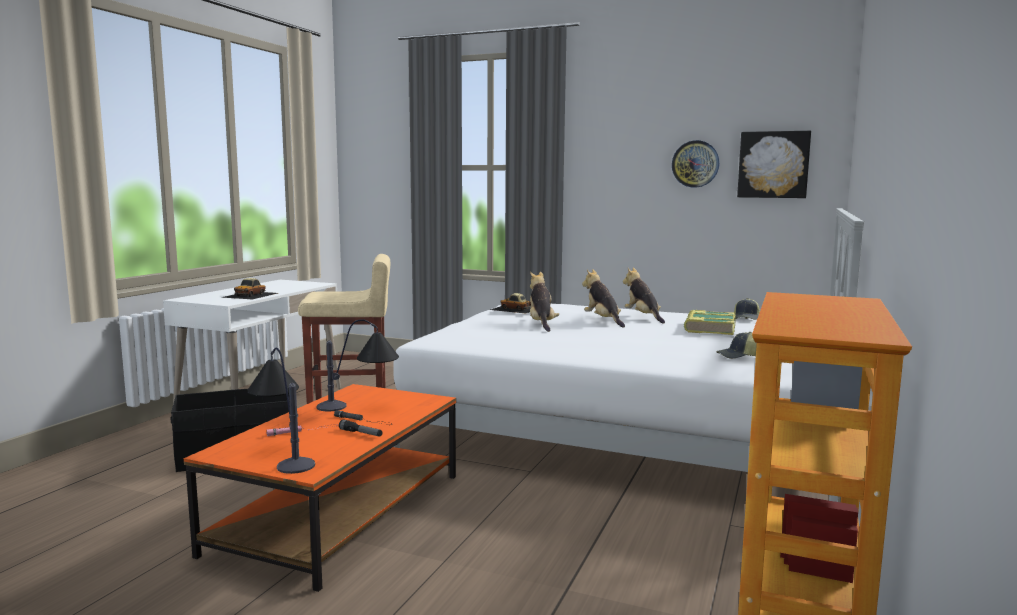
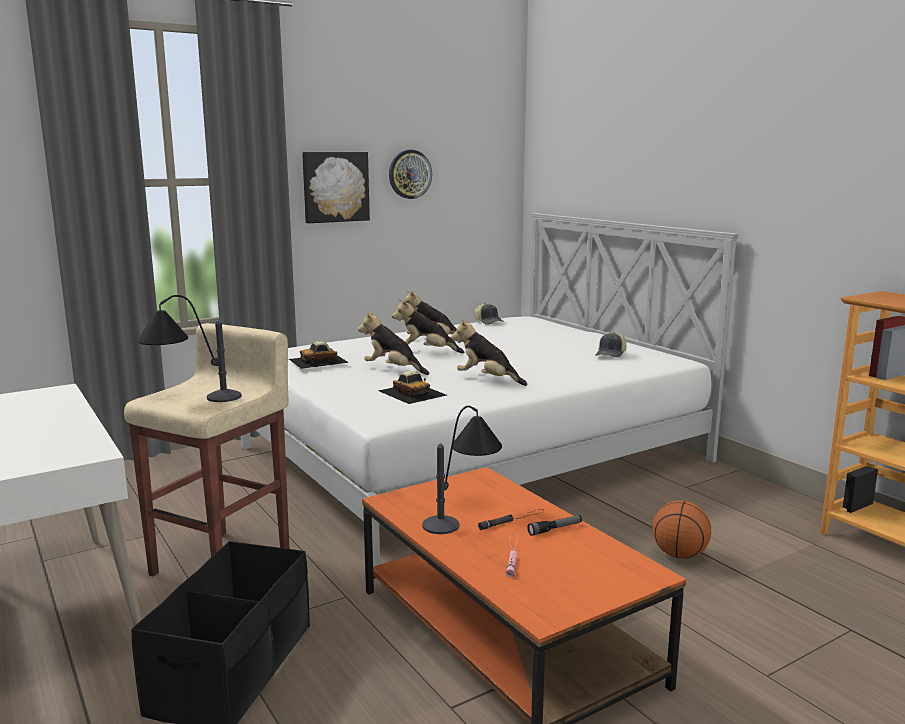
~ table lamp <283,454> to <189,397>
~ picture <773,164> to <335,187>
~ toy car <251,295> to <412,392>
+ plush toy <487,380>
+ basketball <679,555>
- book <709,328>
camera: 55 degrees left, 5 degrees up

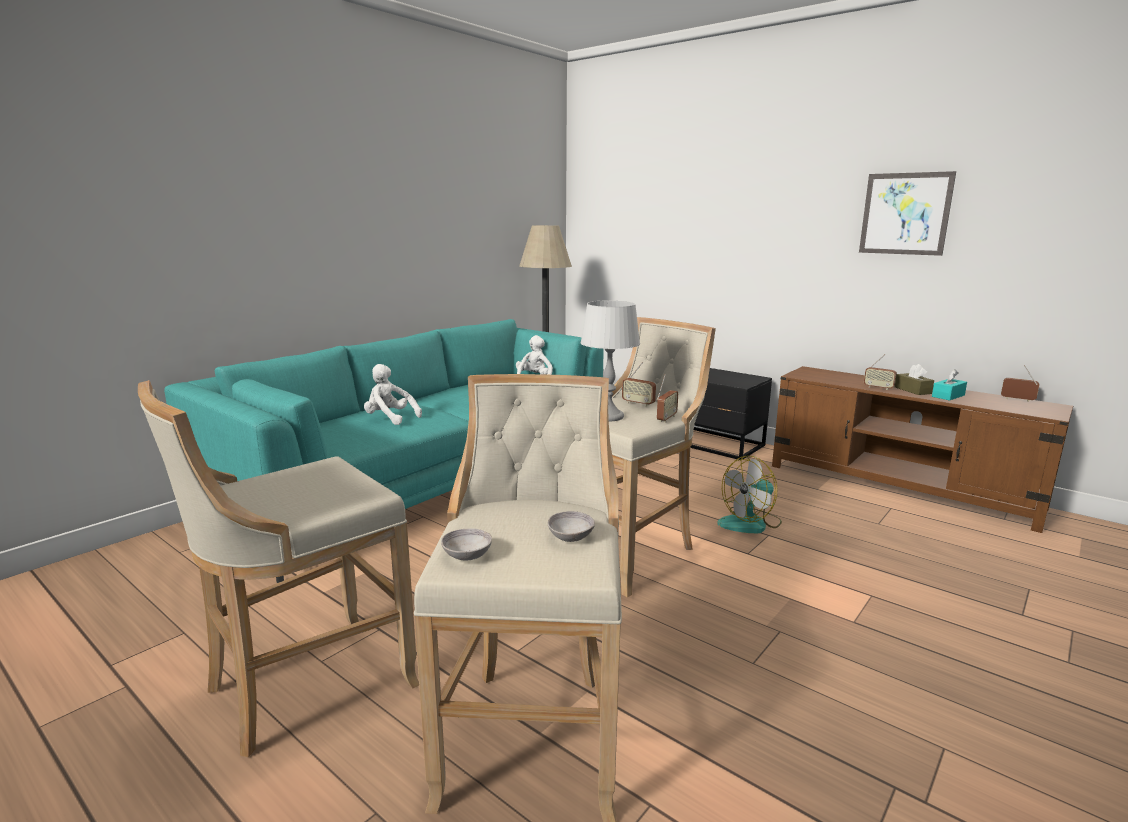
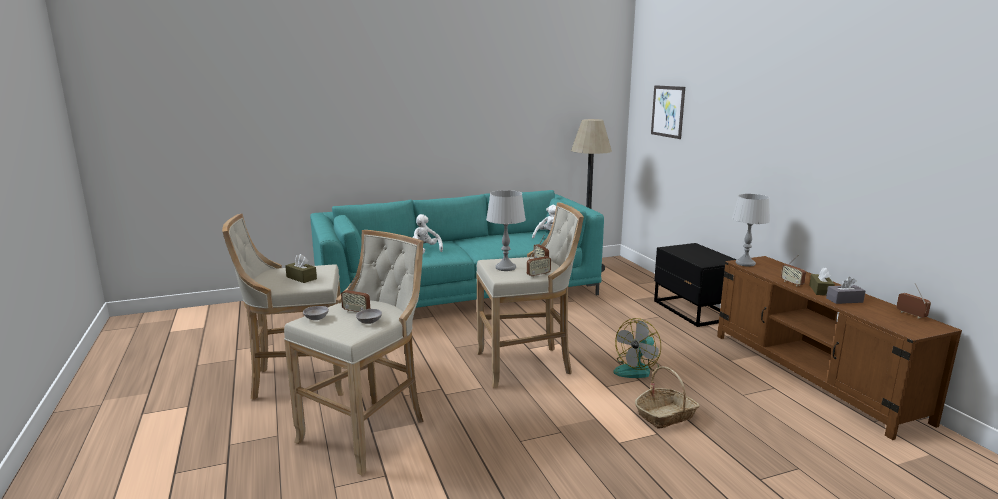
+ tissue box/brown <301,278>
+ radio <356,312>
~ fan <750,523> = <637,369> 45 degrees counterclockwise
+ basket <666,415>
~ picture <905,214> to <667,111>
+ table lamp/grey <745,263>
~ tissue box/turquoise <948,396> to tissue box/grey <844,300>
camera: 30 degrees right, 0 degrees up

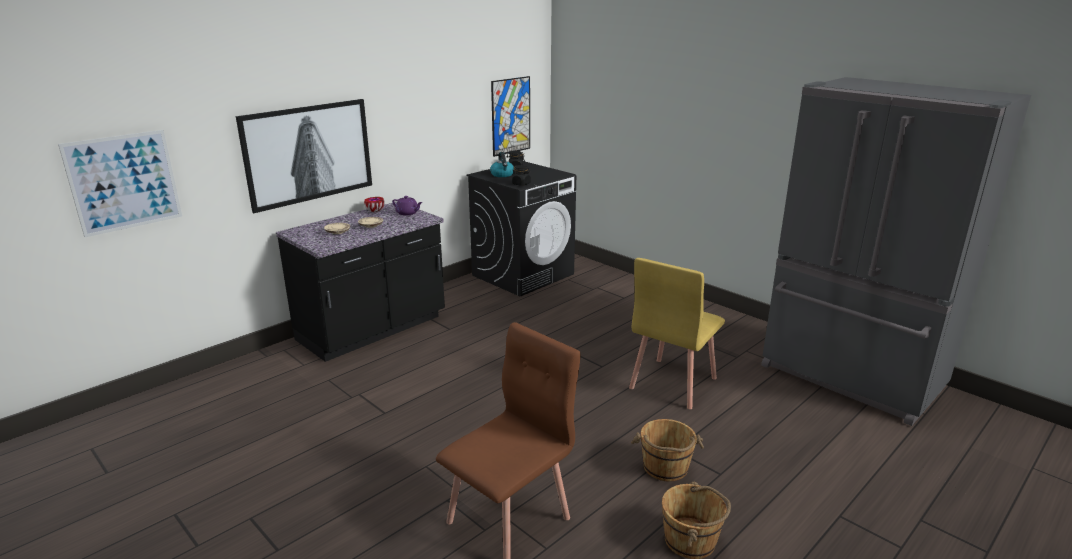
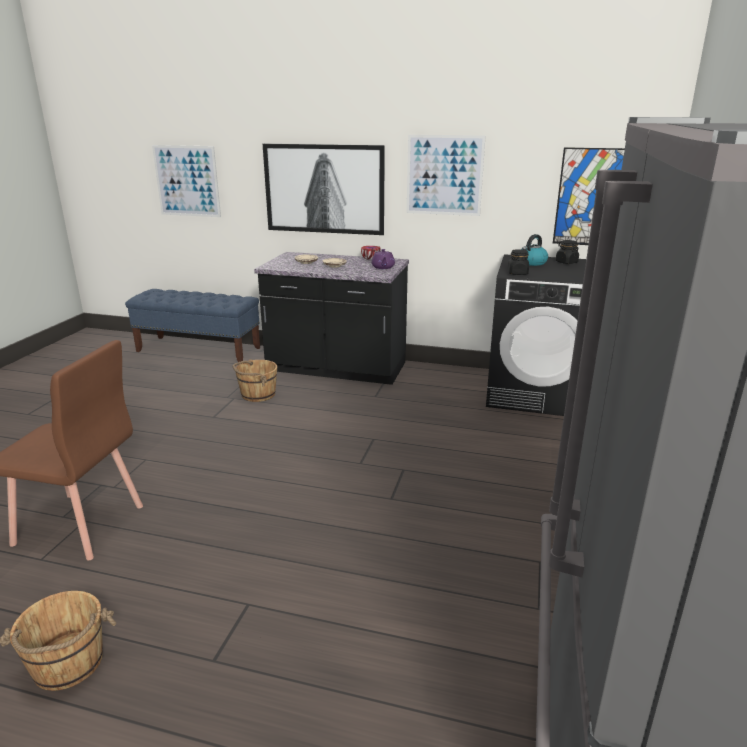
+ bench/blue <199,349>
~ bucket/brown <665,467> to <257,394>
+ picture <444,175>
- chair/yellow <672,383>
camera: 60 degrees right, 0 degrees up

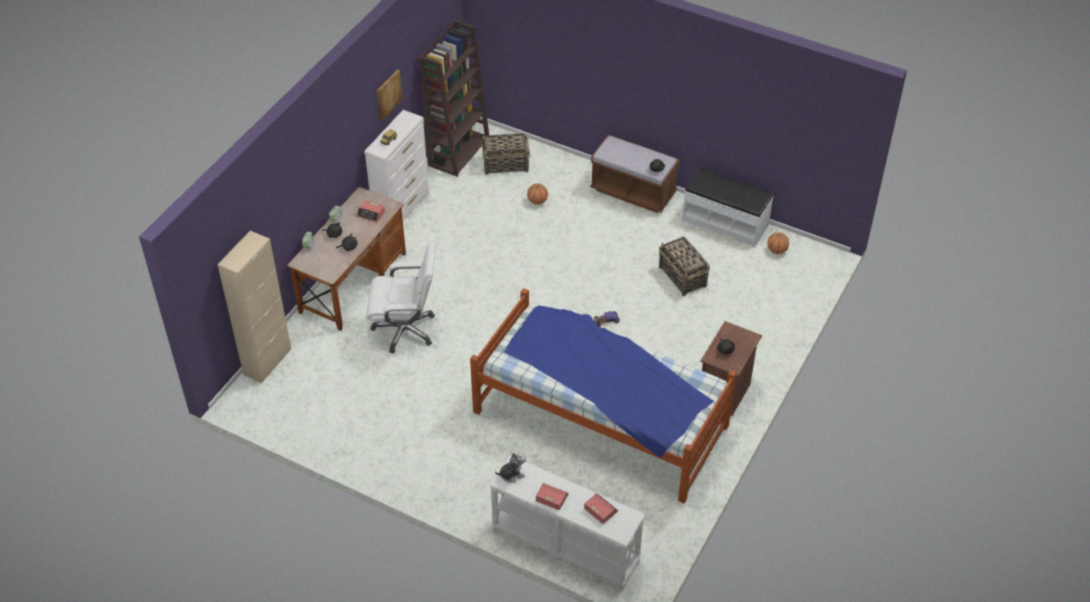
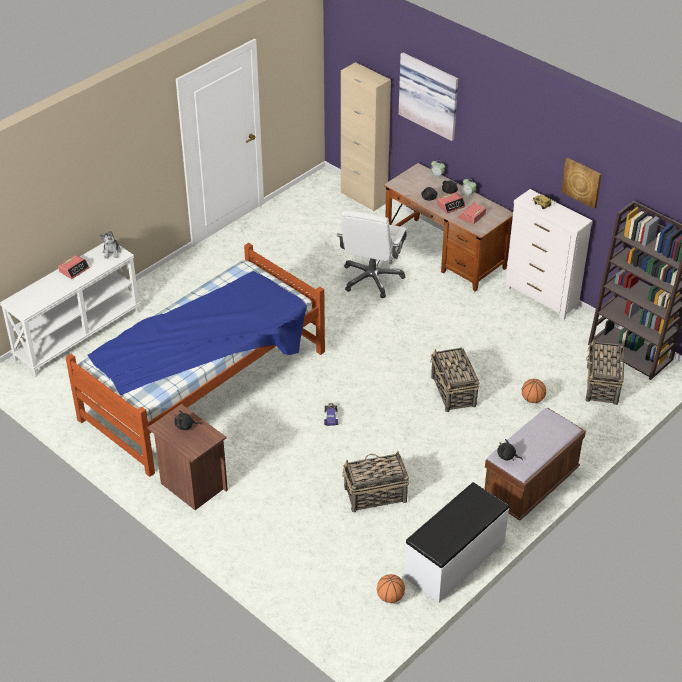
+ picture <430,95>
+ basket <453,392>
~ alarm clock <600,510> to <451,205>
camera: 105 degrees right, 5 degrees down

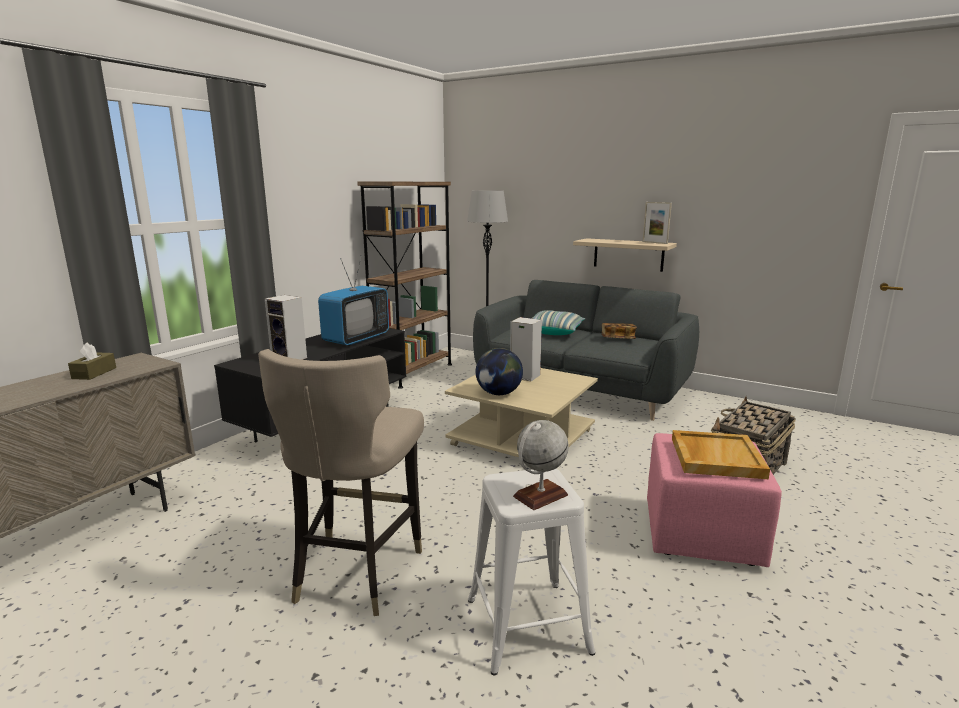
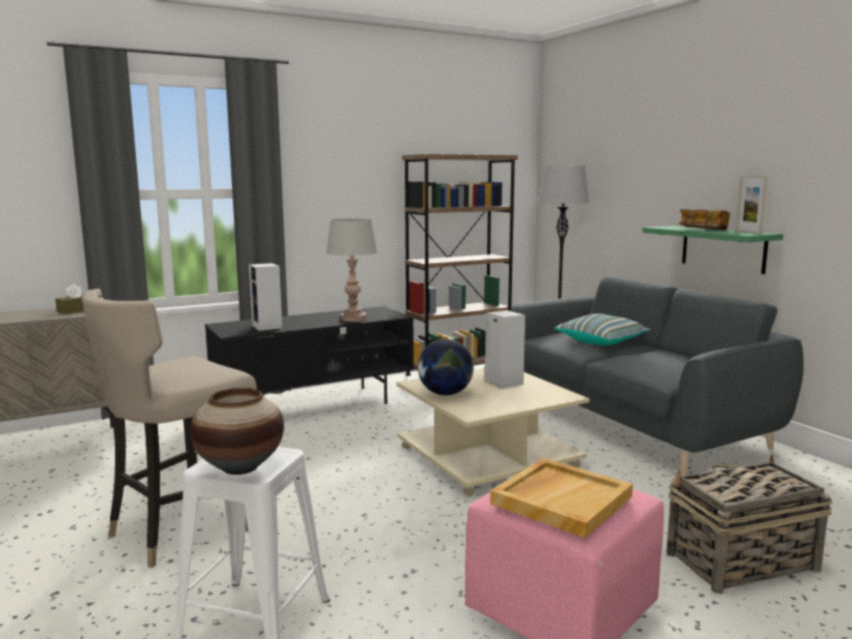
~ globe <540,496> to vase <240,467>
~ television <356,339> to table lamp/grey <353,319>
~ shelf/beige <628,254> to shelf/green <723,248>
~ book <617,339> to <703,230>
camera: 30 degrees right, 5 degrees down

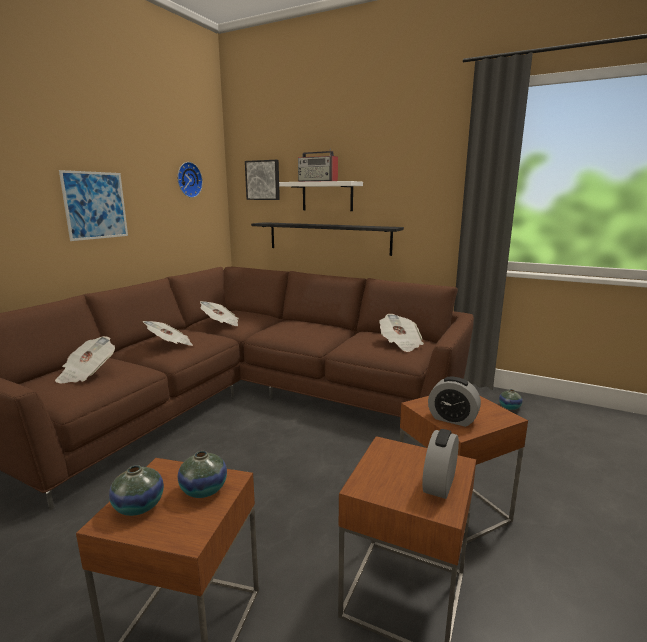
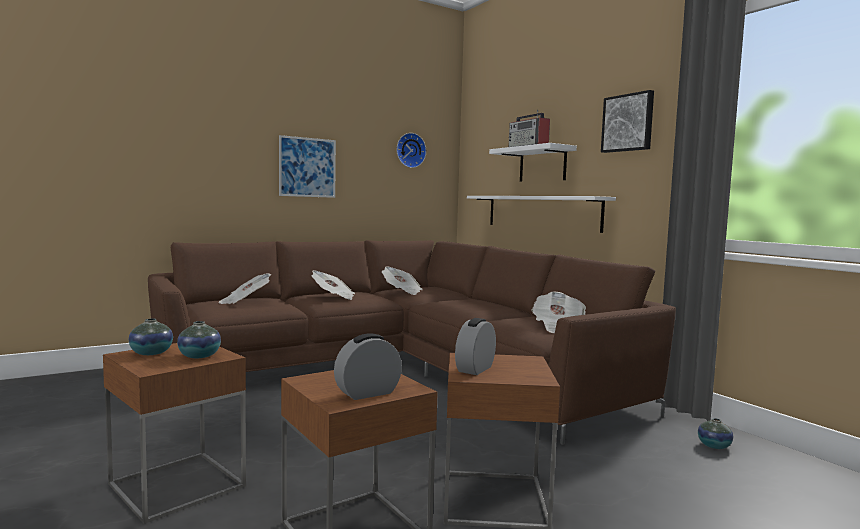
~ alarm clock <452,419> = <475,369> 60 degrees clockwise
~ shelf/black <328,238> to shelf/white <541,212>
~ picture <263,180> to <628,123>
camera: 30 degrees right, 10 degrees down

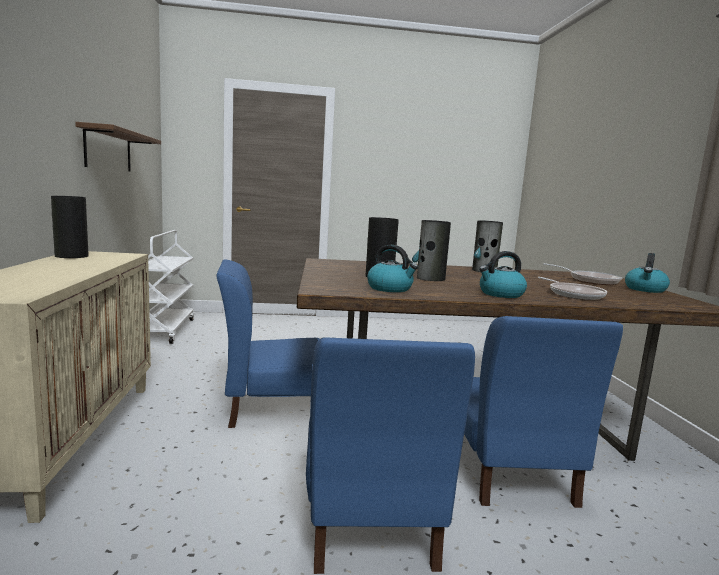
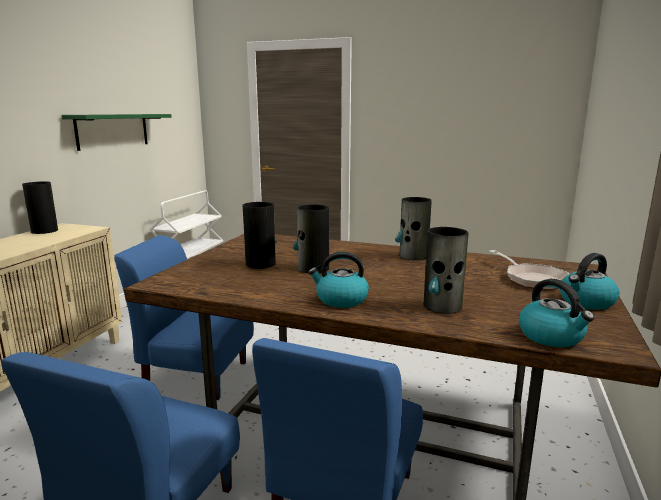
~ shelf/brown <108,150> to shelf/green <113,130>
~ frying pan <574,294> to vase <442,306>
~ kettle <390,288> to <552,336>
camera: 25 degrees right, 5 degrees up

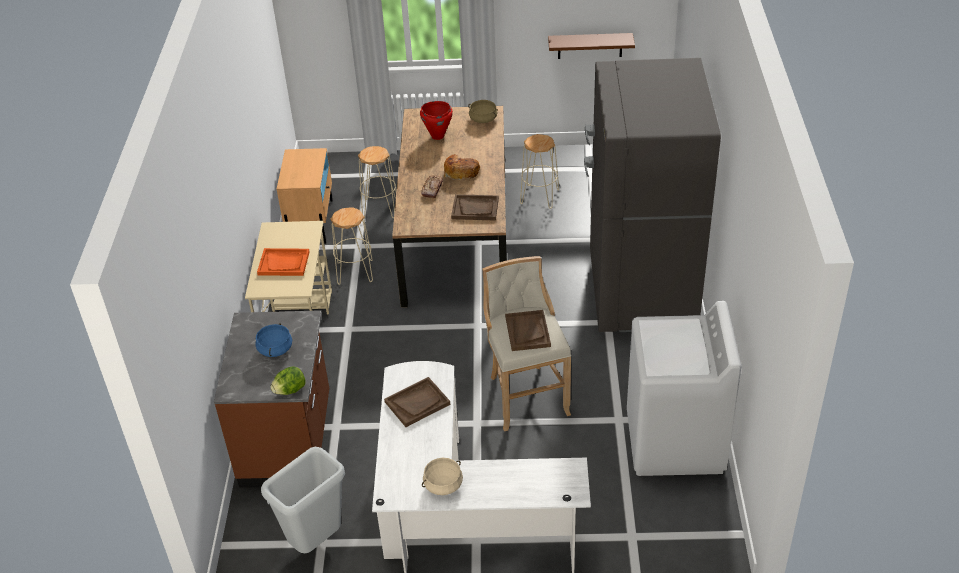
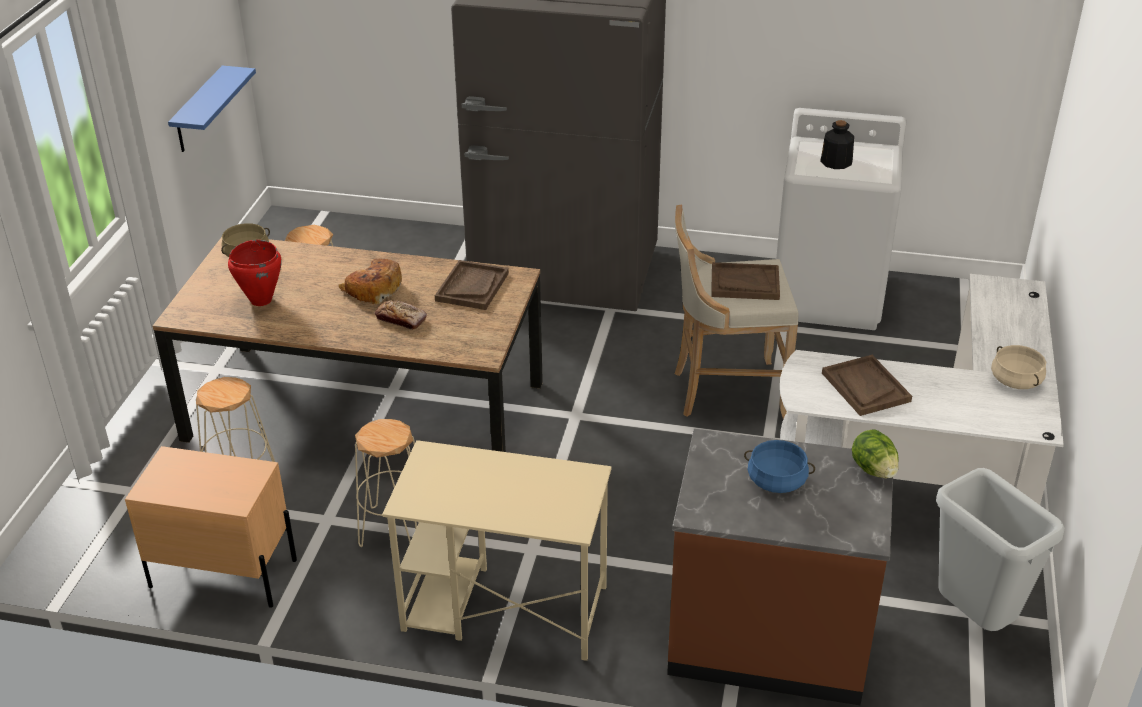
~ shelf/brown <590,45> to shelf/blue <199,111>
+ bottle <836,162>
- tray/orange <284,263>
camera: 80 degrees left, 5 degrees down

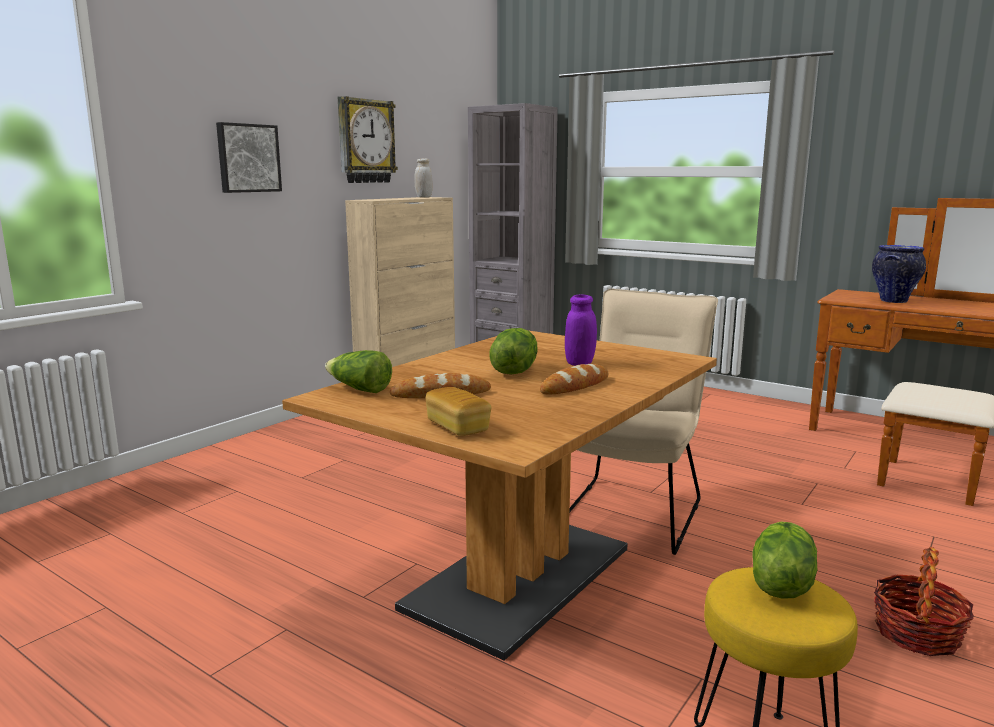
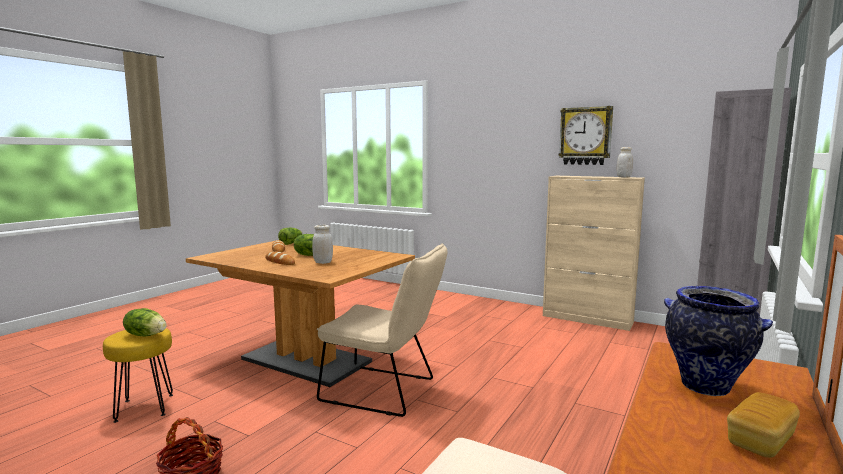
~ jar/purple <580,363> to jar/white <323,262>
~ bread <457,427> to <760,440>
- picture <248,158>
camera: 85 degrees right, 5 degrees down

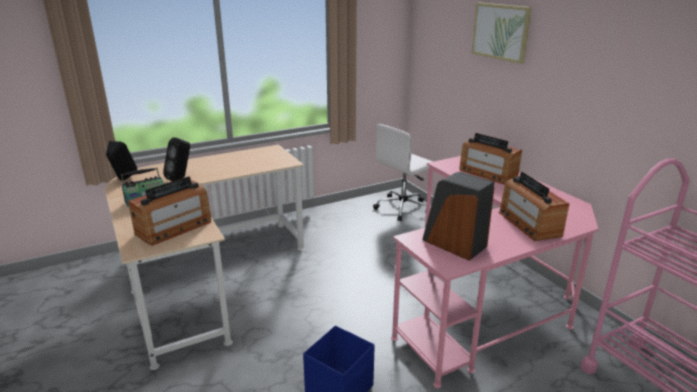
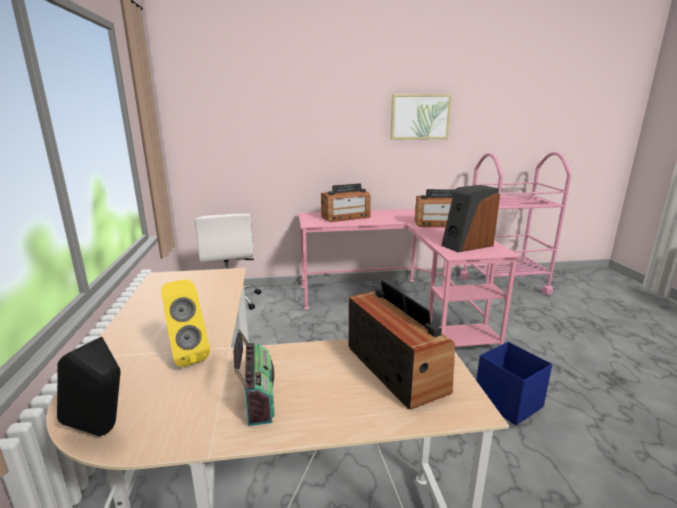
~ speaker/black <181,178> to speaker/yellow <187,355>
~ picture <500,31> to <420,117>
camera: 70 degrees left, 5 degrees down

